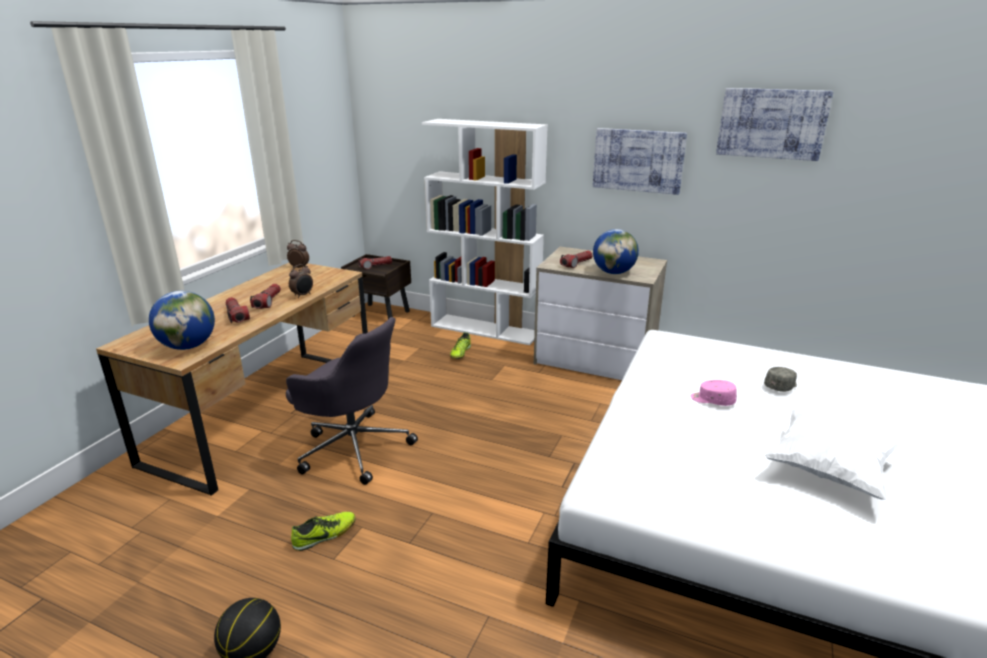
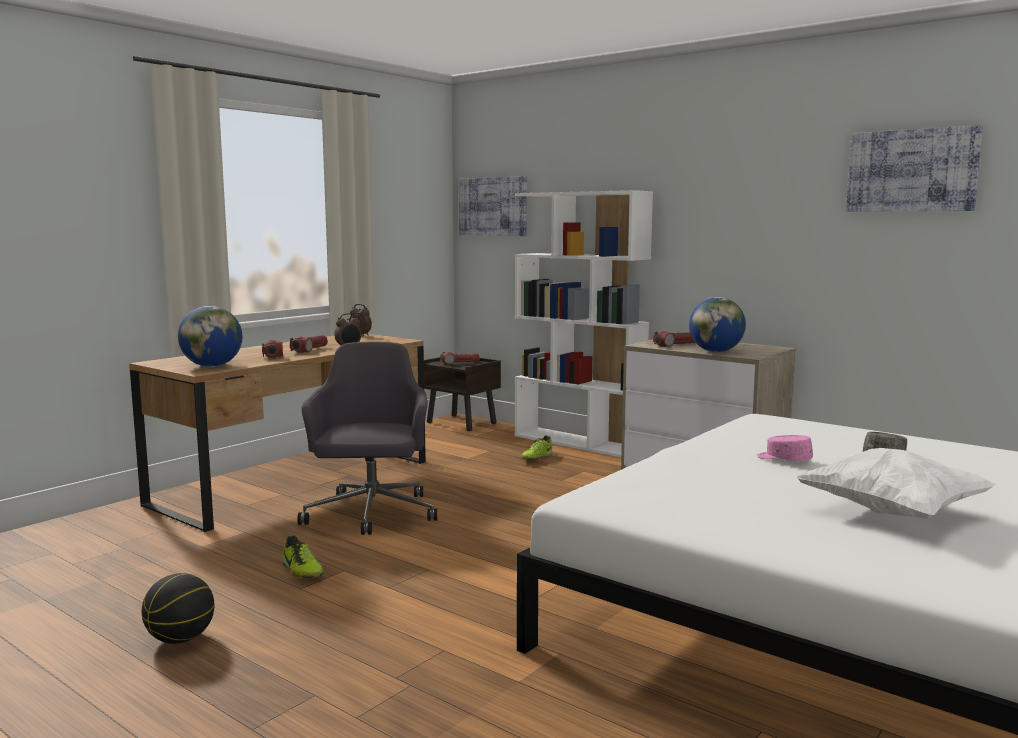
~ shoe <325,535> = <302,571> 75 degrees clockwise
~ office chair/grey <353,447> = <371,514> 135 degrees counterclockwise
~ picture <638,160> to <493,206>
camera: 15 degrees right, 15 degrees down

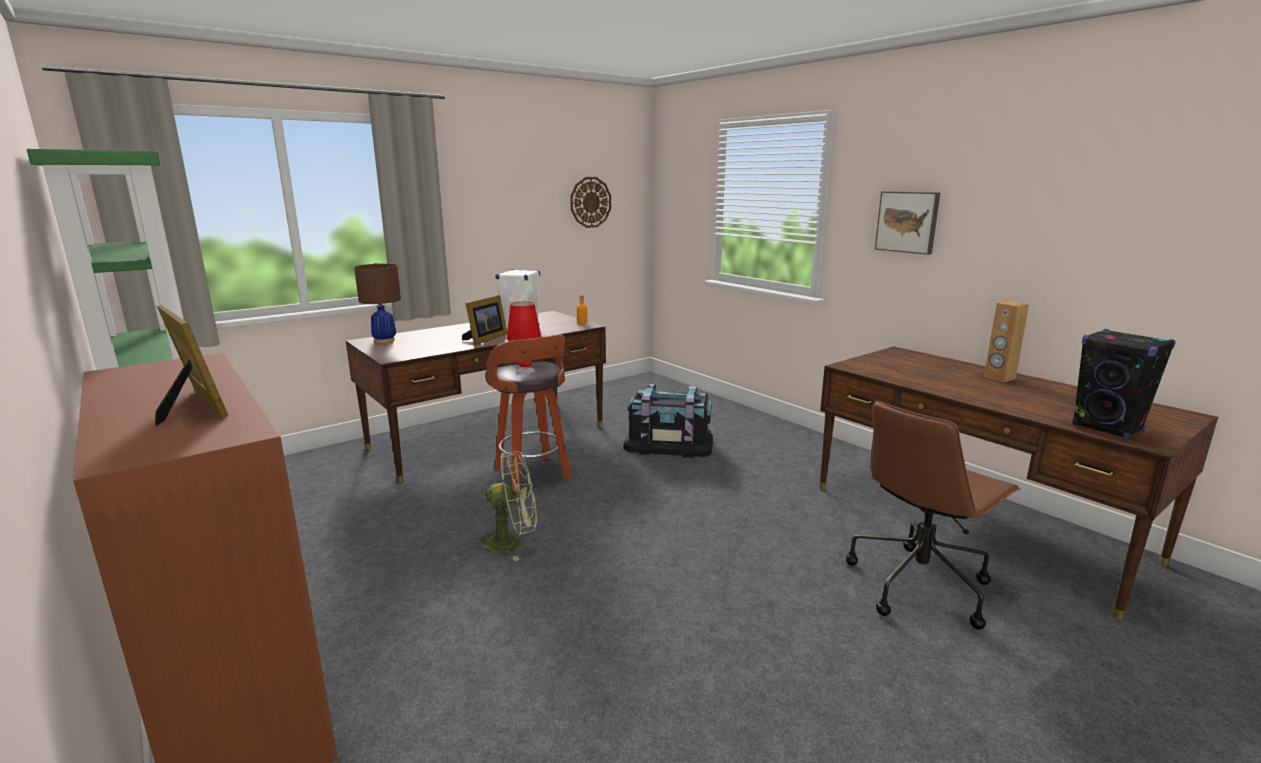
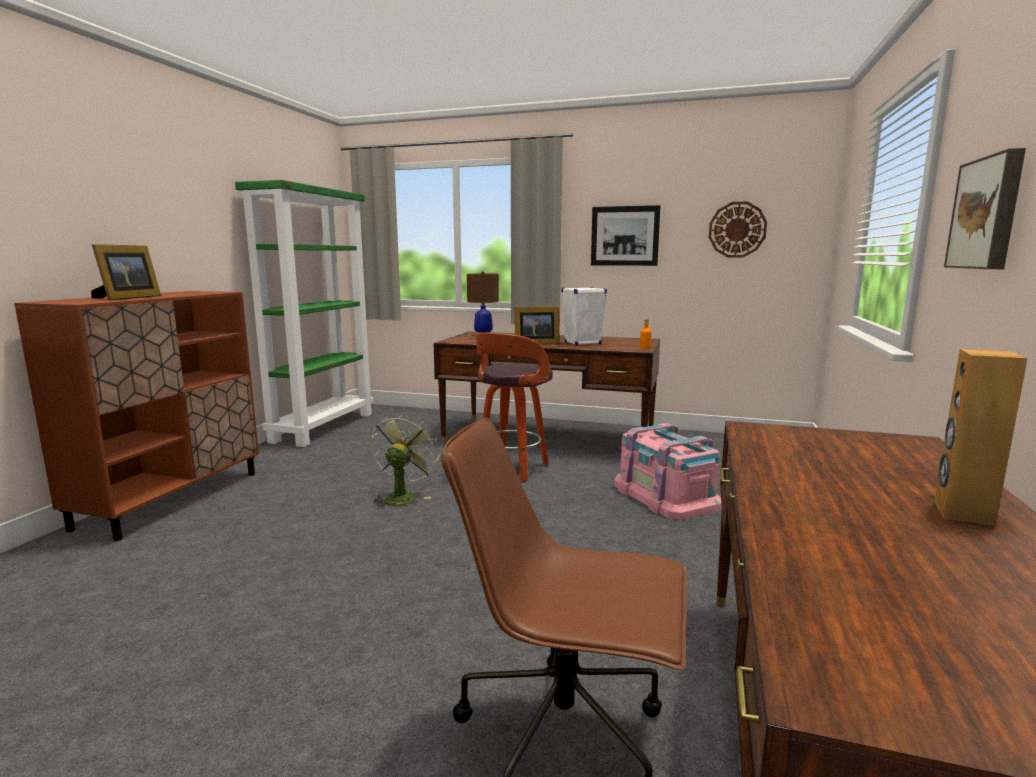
~ fan/green <512,543> = <402,497> 120 degrees counterclockwise
+ picture <624,236>
~ storage box/black <669,443> to storage box/pink <666,495>
- table lamp/red <525,371>
- speaker/black <1107,428>
camera: 55 degrees right, 5 degrees down

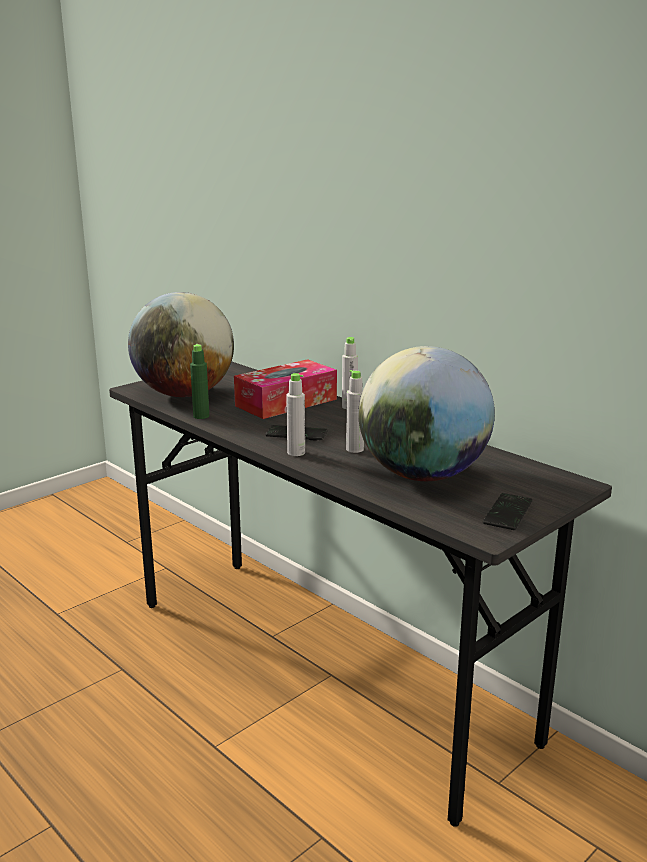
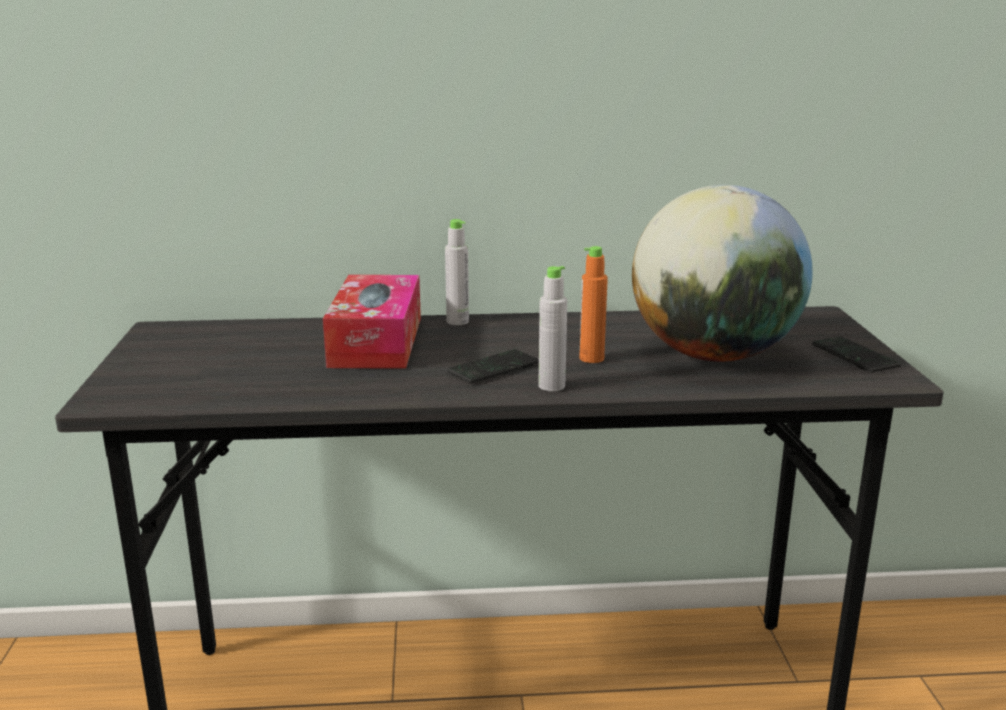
~ bottle/grey <354,449> to bottle/orange <591,358>
- globe <184,394>
- bottle/green <201,416>
camera: 50 degrees left, 0 degrees up

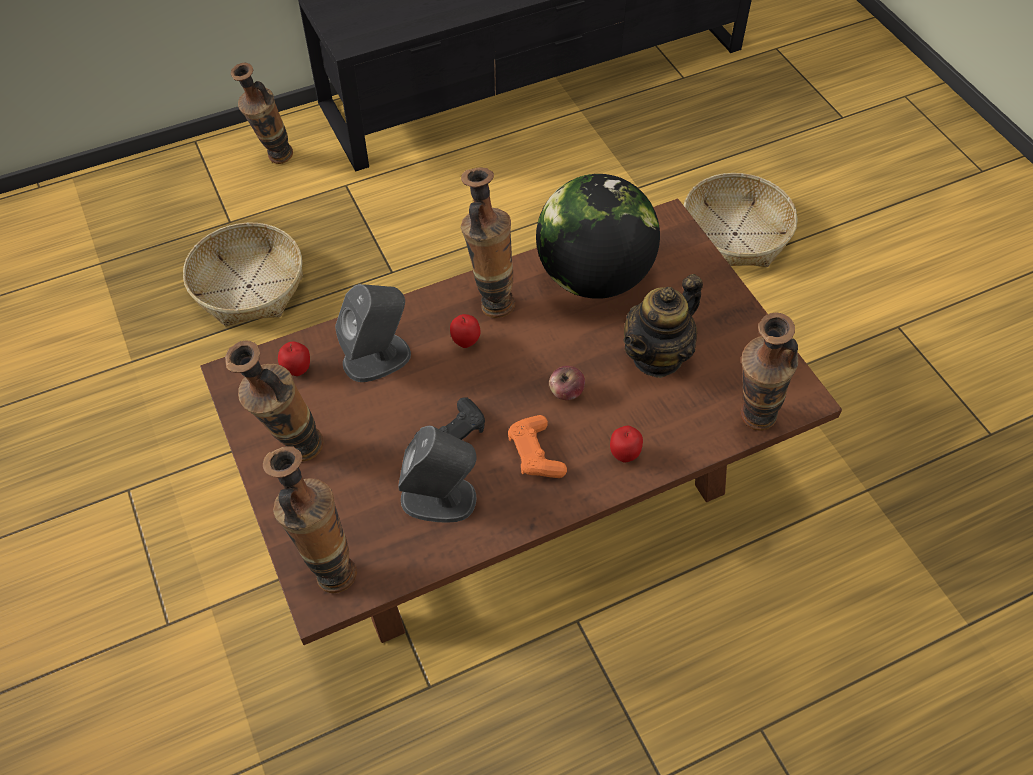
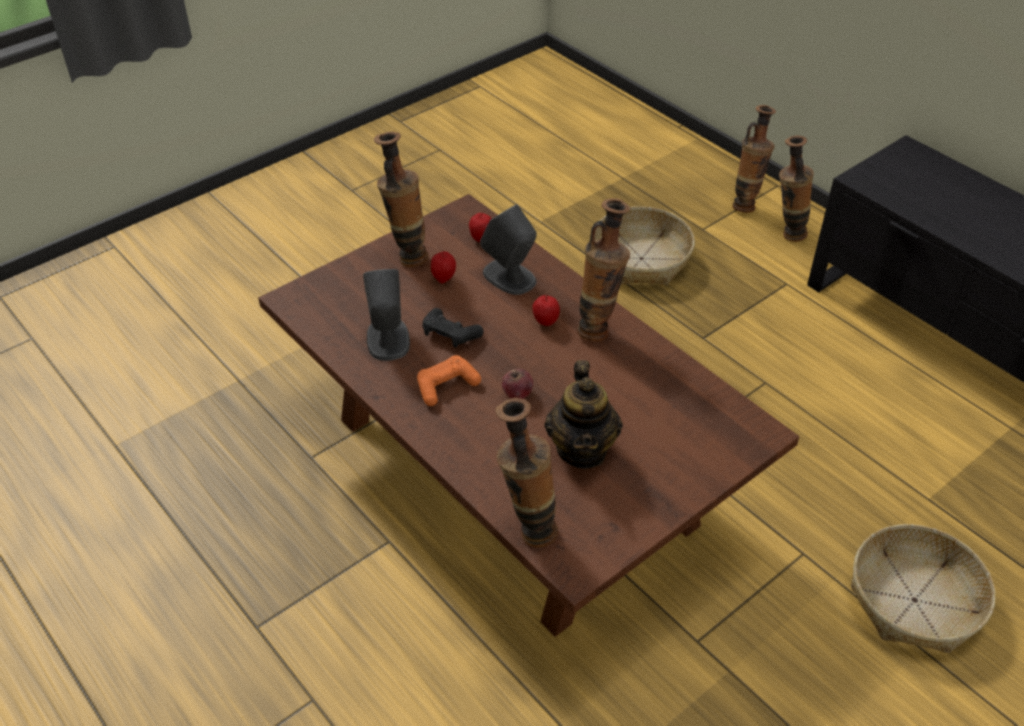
~ apple <624,454> to <444,279>
~ teapot <657,356> = <582,449> 120 degrees counterclockwise
~ vase <327,567> to <746,204>
- globe <593,277>
camera: 75 degrees right, 10 degrees down

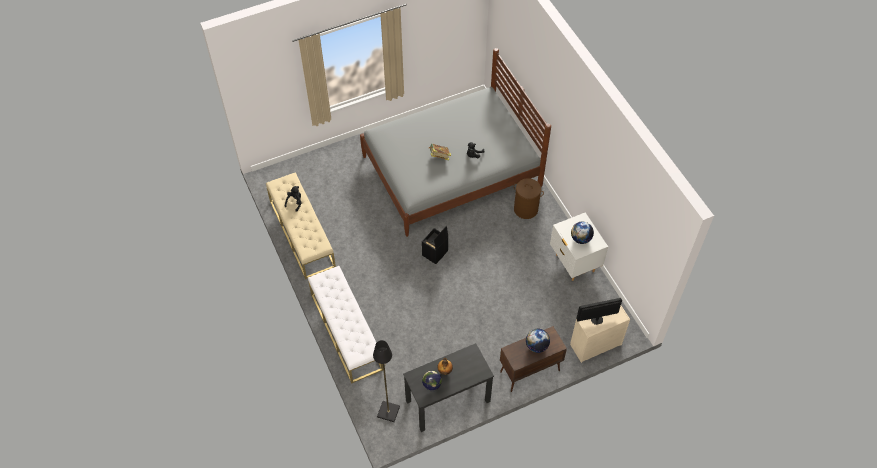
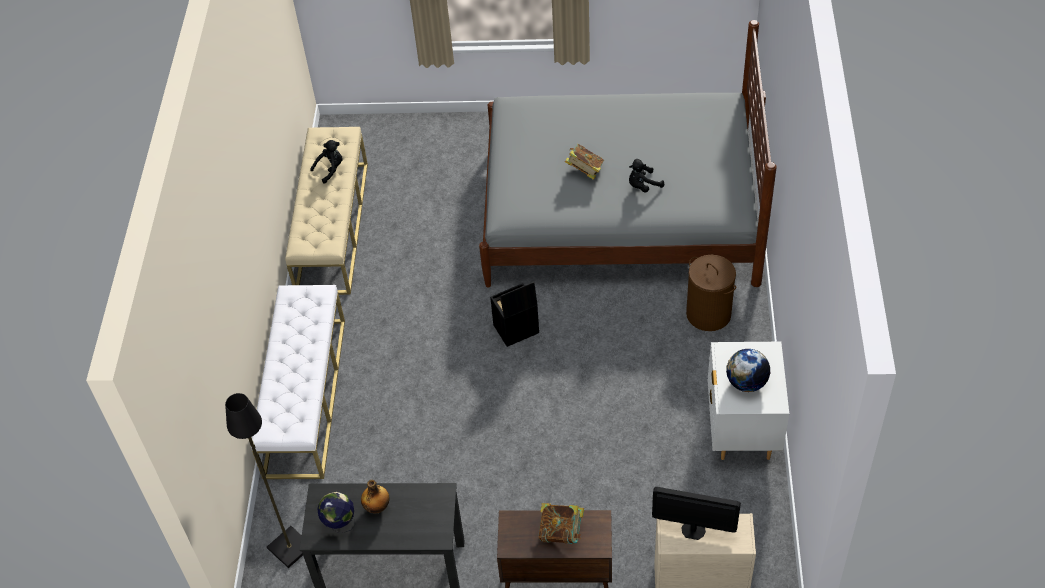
~ globe <536,346> to book <561,532>
camera: 30 degrees right, 5 degrees down

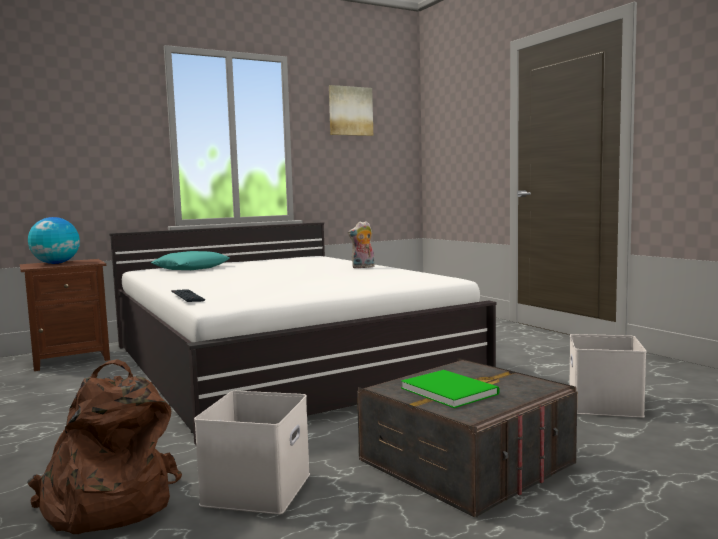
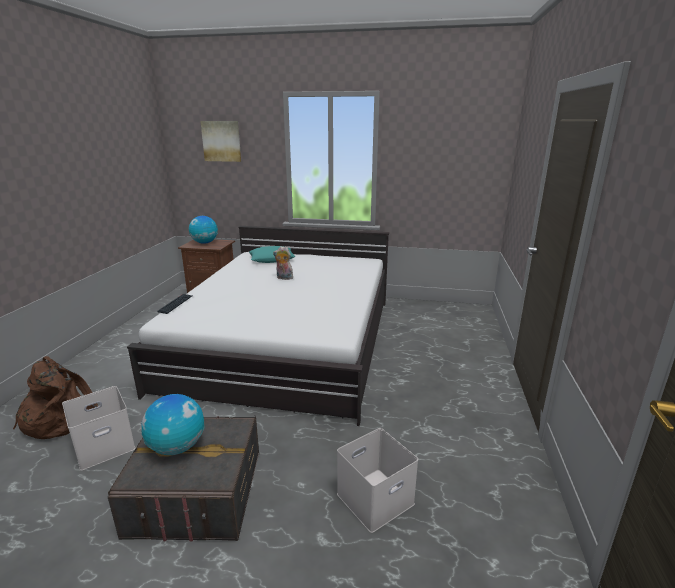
~ book/green <448,390> to globe <177,447>
~ picture <350,111> to <221,141>
~ plush toy <363,267> to <283,278>
camera: 40 degrees right, 15 degrees up

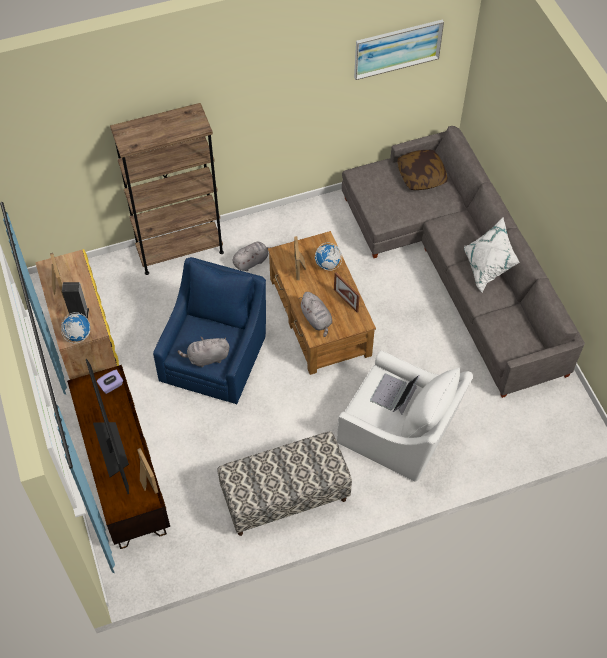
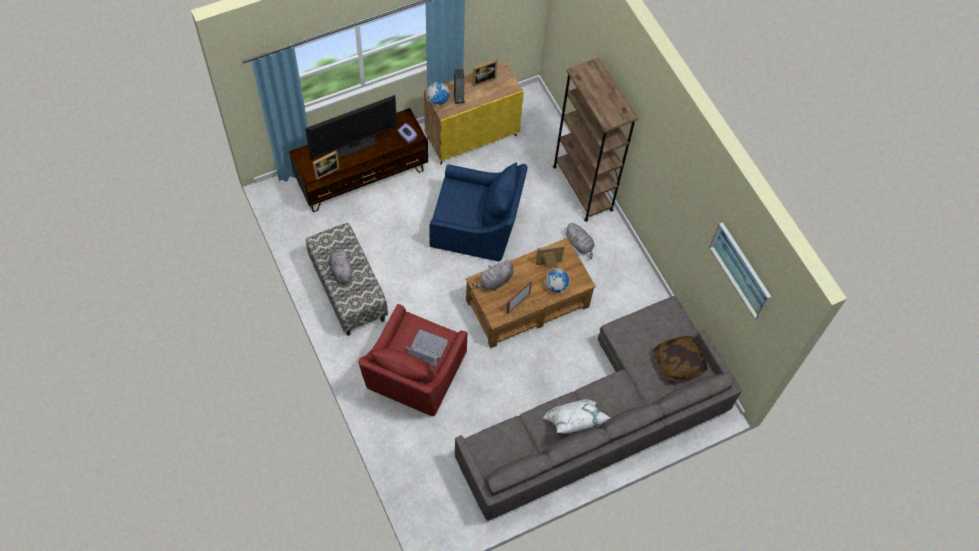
~ plush toy/grey <206,358> to <341,270>
~ armchair/white <399,433> to armchair/red <414,374>
camera: 80 degrees right, 5 degrees up

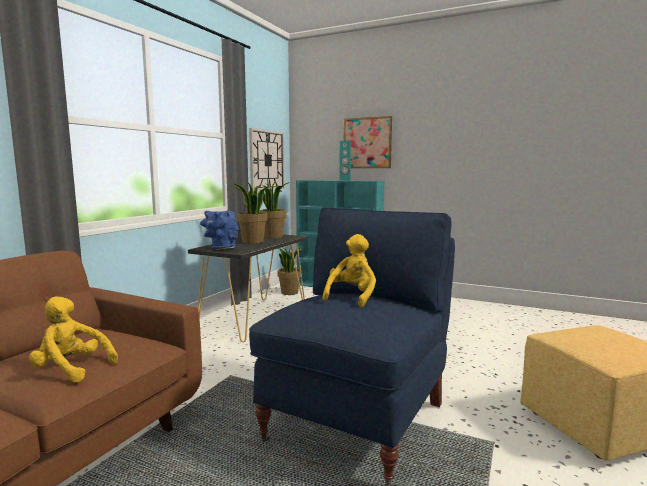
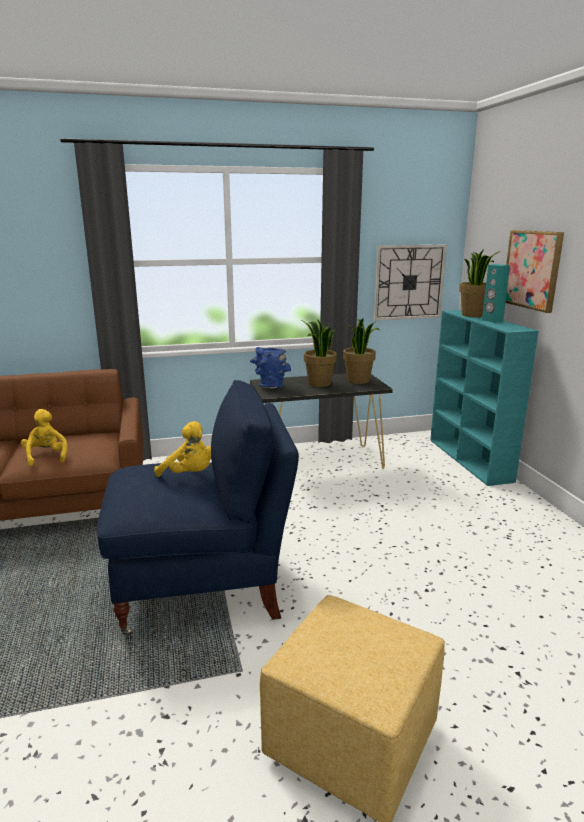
~ plush toy/yellow <352,297> = <189,475> 45 degrees clockwise
~ potted plant <290,292> to <473,315>
camera: 50 degrees right, 10 degrees up

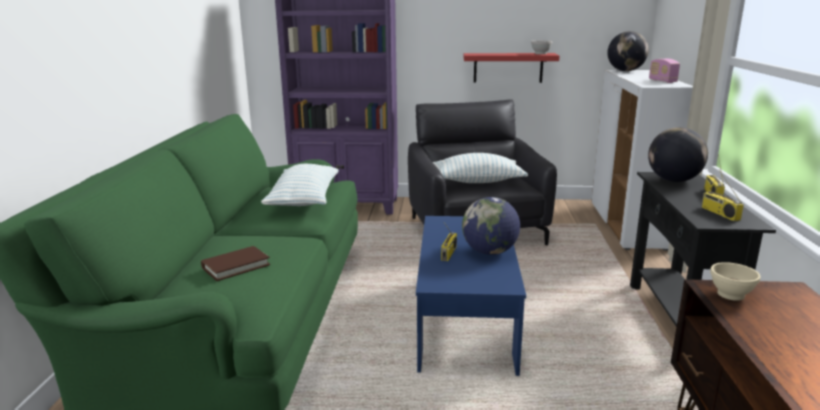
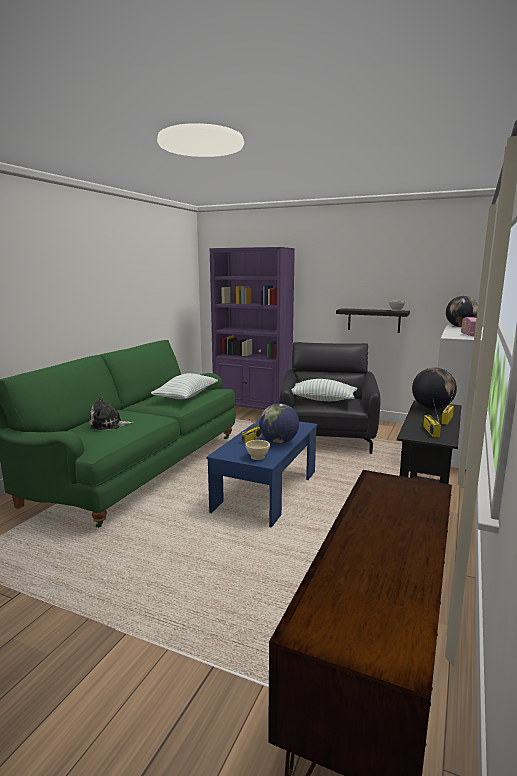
~ book/brown <236,266> to plush toy <108,425>
~ bowl/beige <731,294> to <258,457>
~ shelf/red <508,67> to shelf/black <374,320>
camera: 20 degrees right, 5 degrees down

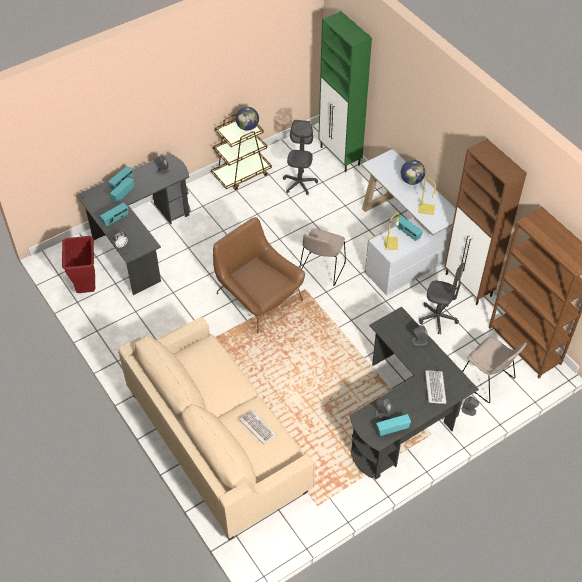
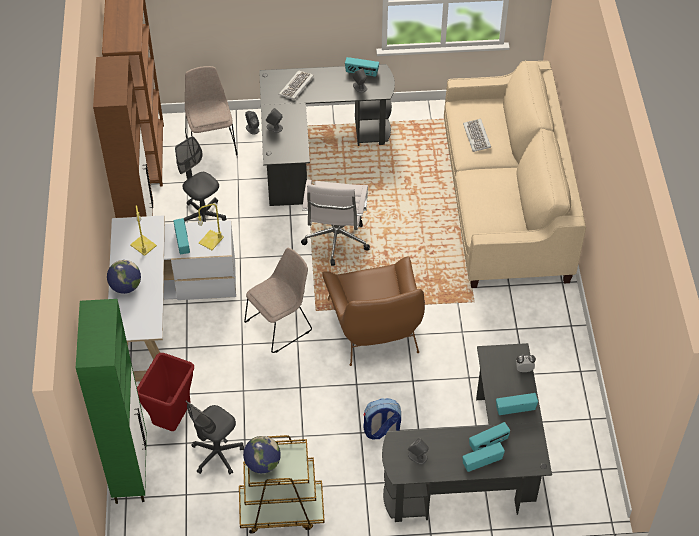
~ trash can/red <86,287> to <173,420>
+ office chair/white <336,242>
+ backpack <381,430>
camera: 150 degrees left, 0 degrees up

